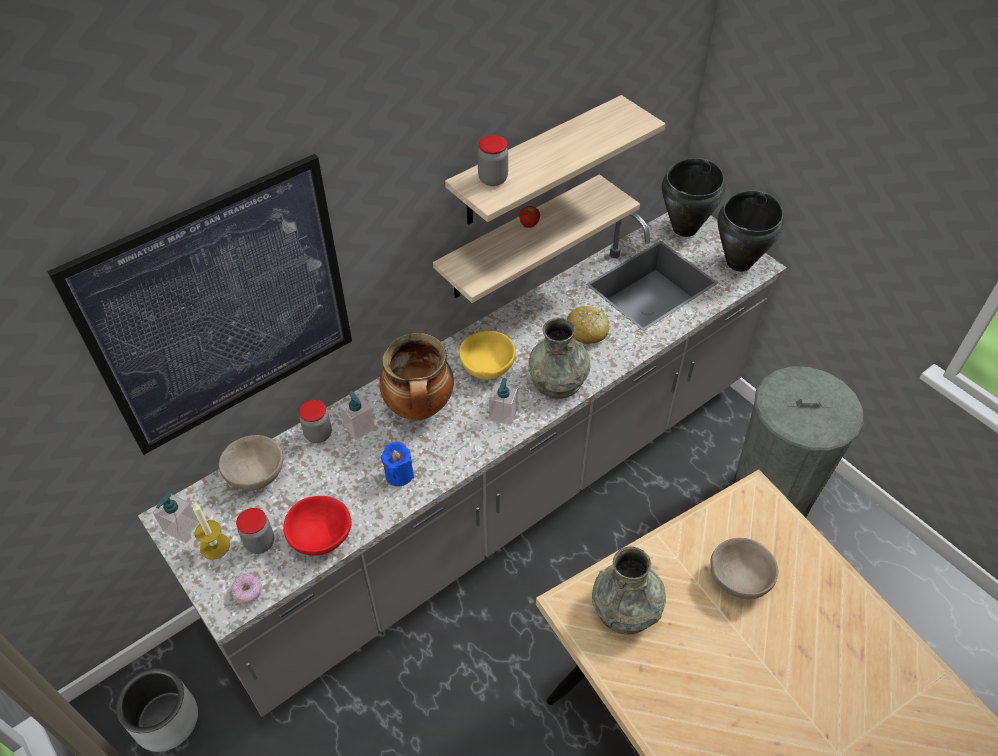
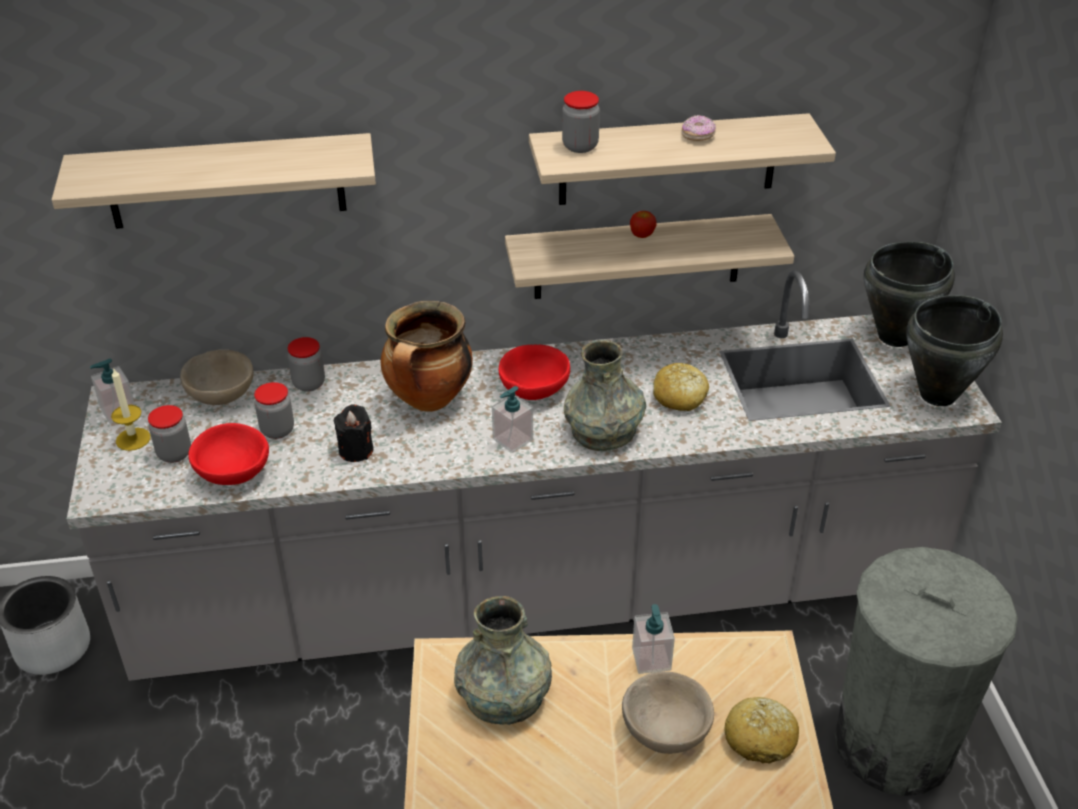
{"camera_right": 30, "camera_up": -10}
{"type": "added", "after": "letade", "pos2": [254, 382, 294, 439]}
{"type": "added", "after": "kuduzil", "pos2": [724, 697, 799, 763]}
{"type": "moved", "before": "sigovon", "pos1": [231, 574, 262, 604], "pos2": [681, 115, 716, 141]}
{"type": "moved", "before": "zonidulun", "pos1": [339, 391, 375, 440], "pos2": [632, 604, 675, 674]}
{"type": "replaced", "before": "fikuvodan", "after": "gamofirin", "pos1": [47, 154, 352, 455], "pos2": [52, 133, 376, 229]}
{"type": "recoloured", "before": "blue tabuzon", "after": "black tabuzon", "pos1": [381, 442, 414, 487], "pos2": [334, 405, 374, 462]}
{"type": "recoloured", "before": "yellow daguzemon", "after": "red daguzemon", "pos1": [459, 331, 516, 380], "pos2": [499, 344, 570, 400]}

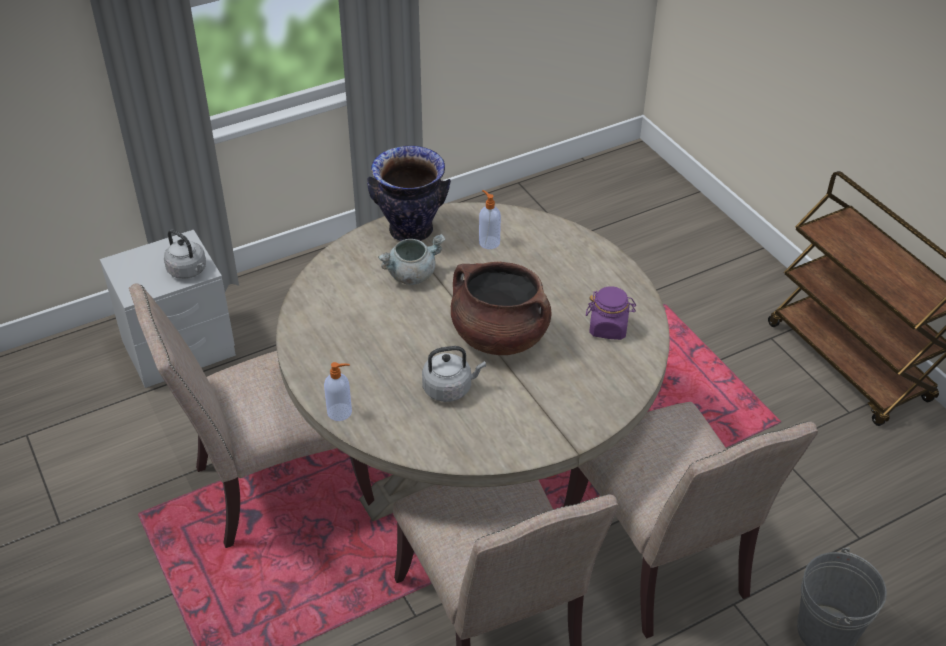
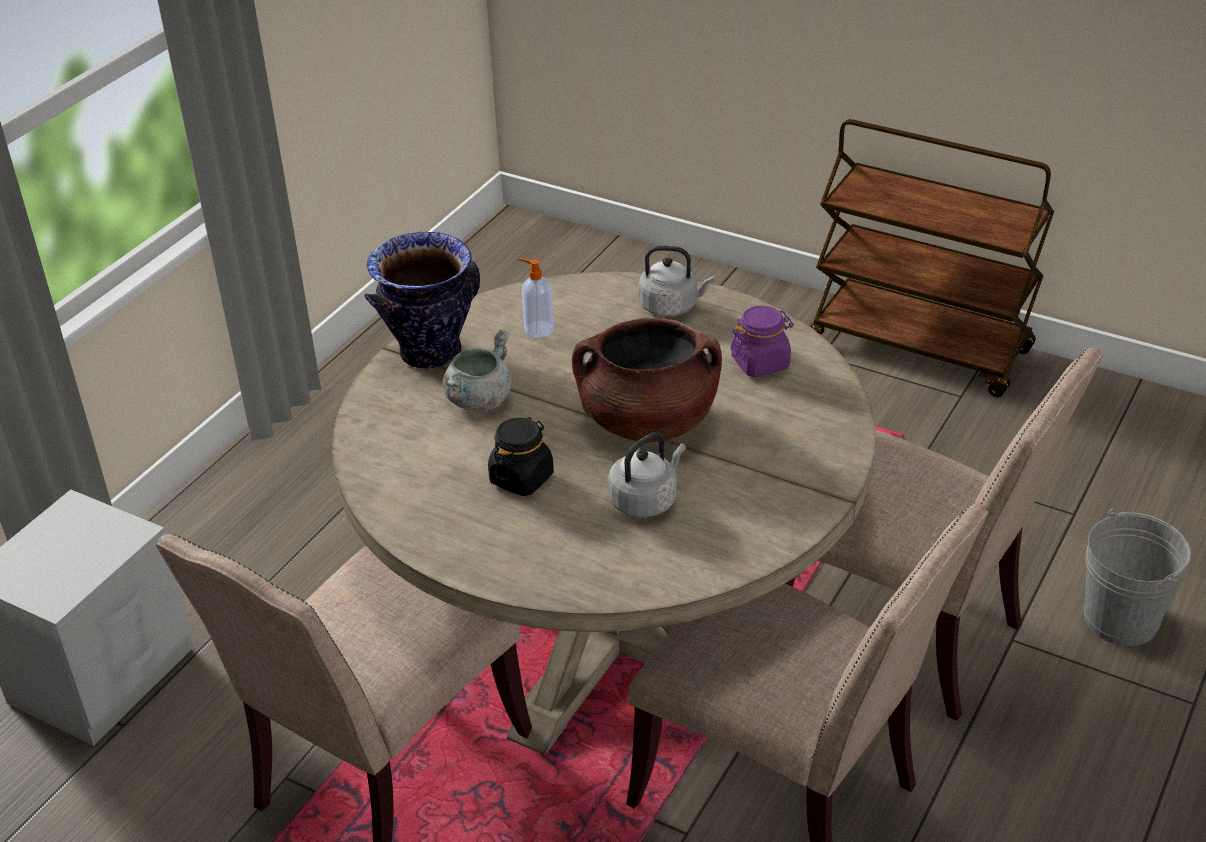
{"camera_right": -30, "camera_up": -5}
{"type": "removed", "before": "zonidulun", "pos1": [324, 362, 352, 421]}
{"type": "added", "after": "black letade", "pos2": [488, 417, 554, 496]}
{"type": "moved", "before": "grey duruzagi", "pos1": [164, 229, 206, 279], "pos2": [638, 246, 714, 317]}

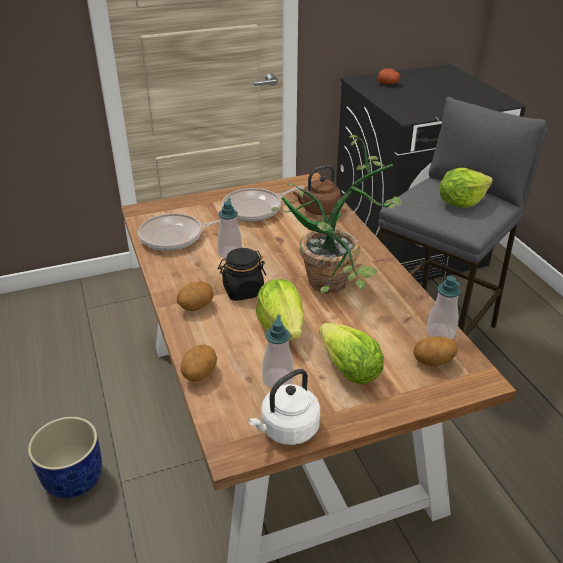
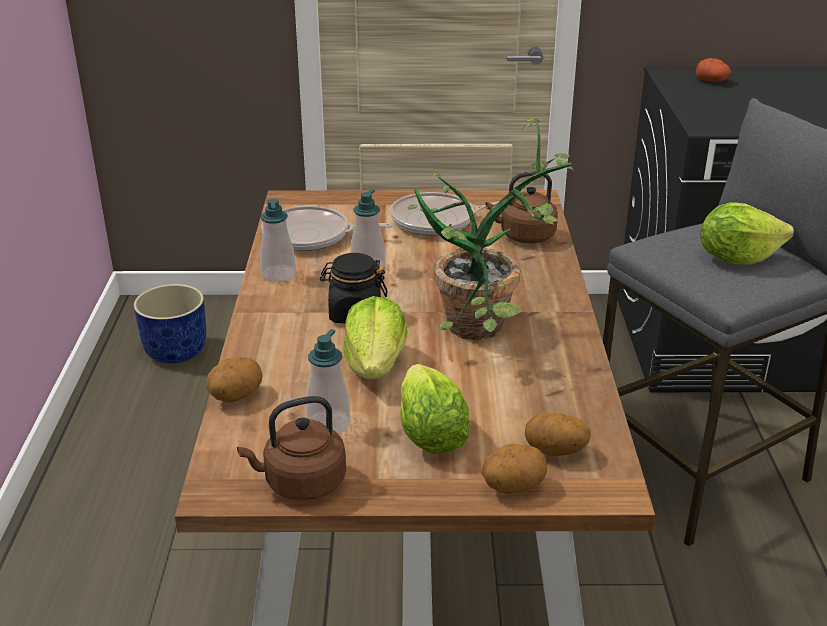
{"camera_right": 20, "camera_up": -5}
{"type": "moved", "before": "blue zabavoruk", "pos1": [28, 417, 102, 499], "pos2": [134, 284, 206, 364]}
{"type": "moved", "before": "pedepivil", "pos1": [177, 282, 214, 311], "pos2": [481, 444, 547, 494]}
{"type": "moved", "before": "zonidulun", "pos1": [427, 276, 461, 339], "pos2": [260, 199, 296, 282]}
{"type": "recoloured", "before": "white duruzagi", "after": "brown duruzagi", "pos1": [248, 369, 320, 445], "pos2": [237, 396, 346, 500]}

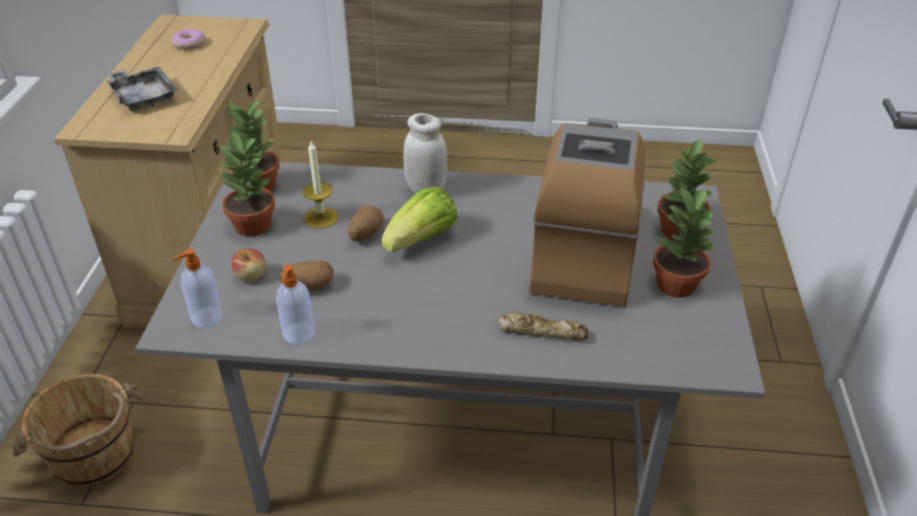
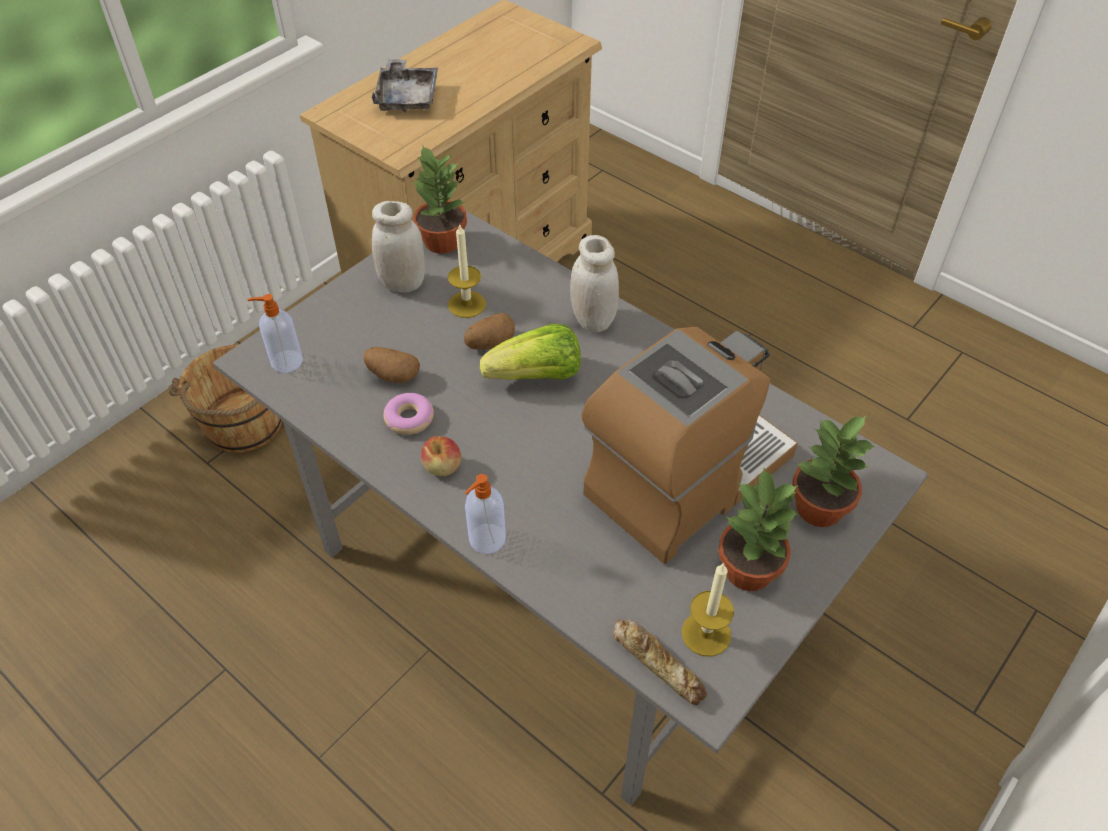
{"camera_right": 35, "camera_up": 10}
{"type": "added", "after": "tabuzon", "pos2": [682, 563, 734, 657]}
{"type": "moved", "before": "sigovon", "pos1": [172, 29, 205, 50], "pos2": [384, 393, 434, 435]}
{"type": "moved", "before": "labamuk", "pos1": [231, 248, 266, 282], "pos2": [421, 436, 461, 476]}
{"type": "moved", "before": "zonidulun", "pos1": [276, 264, 315, 345], "pos2": [465, 474, 506, 554]}
{"type": "moved", "before": "kuduzil", "pos1": [498, 312, 589, 340], "pos2": [613, 619, 707, 705]}
{"type": "replaced", "before": "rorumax", "after": "white letade", "pos1": [217, 130, 275, 237], "pos2": [372, 201, 425, 293]}

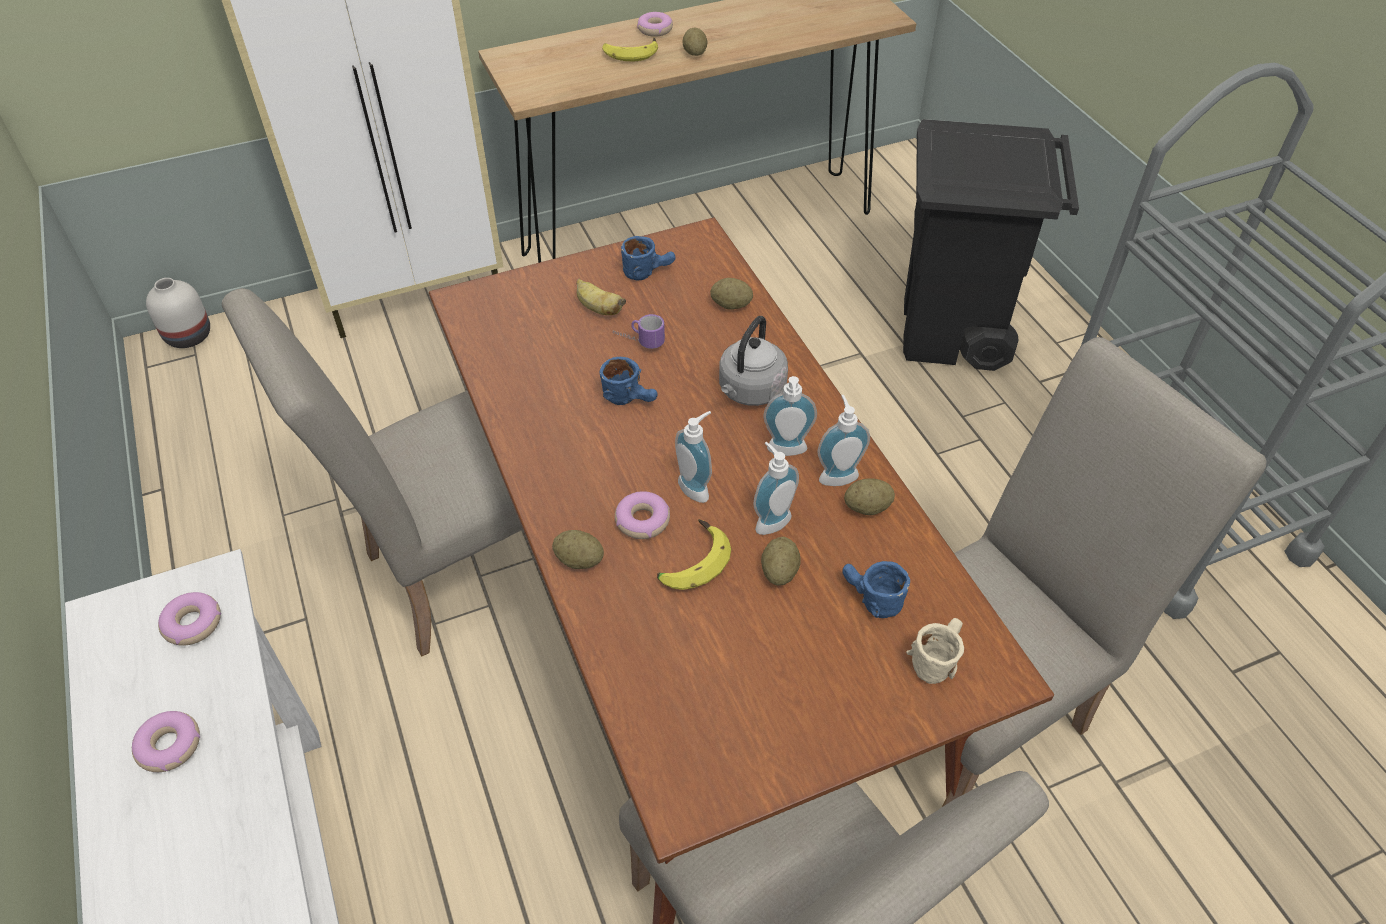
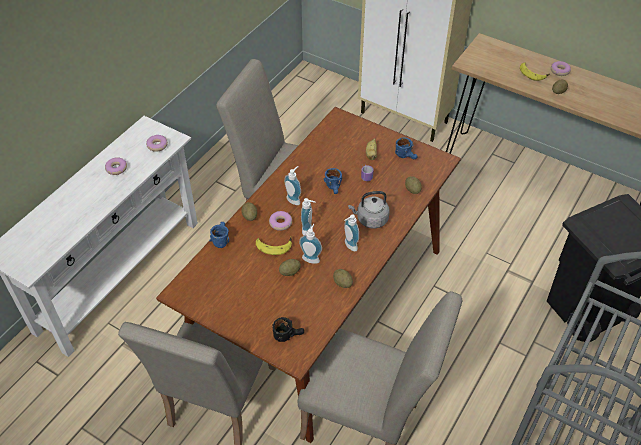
{"camera_right": 55, "camera_up": 0}
{"type": "removed", "before": "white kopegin", "pos1": [146, 278, 210, 348]}
{"type": "moved", "before": "zonidulun", "pos1": [817, 395, 870, 486], "pos2": [284, 166, 301, 205]}
{"type": "moved", "before": "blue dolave", "pos1": [843, 561, 910, 618], "pos2": [209, 222, 229, 248]}
{"type": "recoloured", "before": "beige dolave", "after": "black dolave", "pos1": [906, 618, 964, 684], "pos2": [272, 317, 304, 342]}

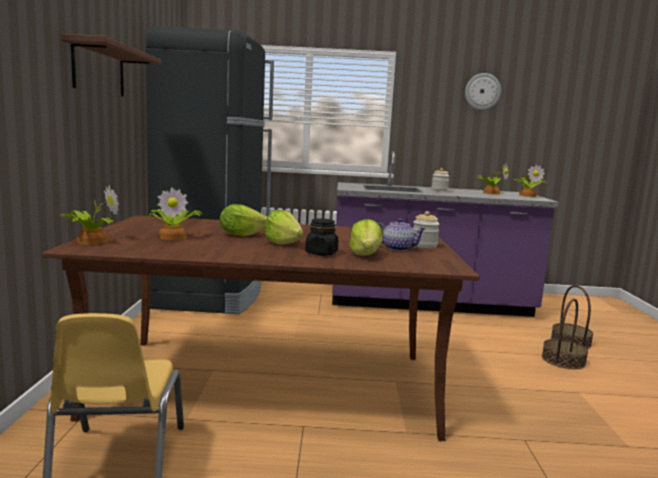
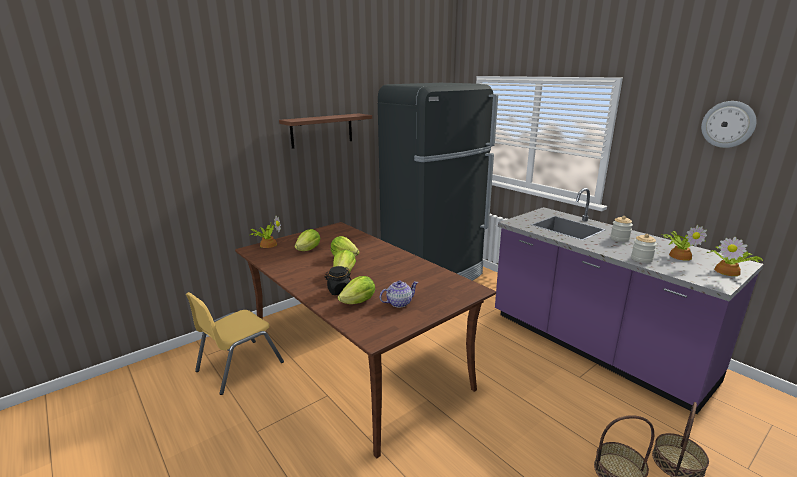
{"camera_right": 50, "camera_up": 10}
{"type": "moved", "before": "letade", "pos1": [413, 211, 439, 248], "pos2": [631, 234, 657, 263]}
{"type": "replaced", "before": "rorumax", "after": "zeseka", "pos1": [145, 187, 202, 240], "pos2": [294, 229, 320, 251]}
{"type": "turned", "before": "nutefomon", "pos1": [378, 218, 427, 251], "pos2": [380, 280, 418, 308], "turn": -90}

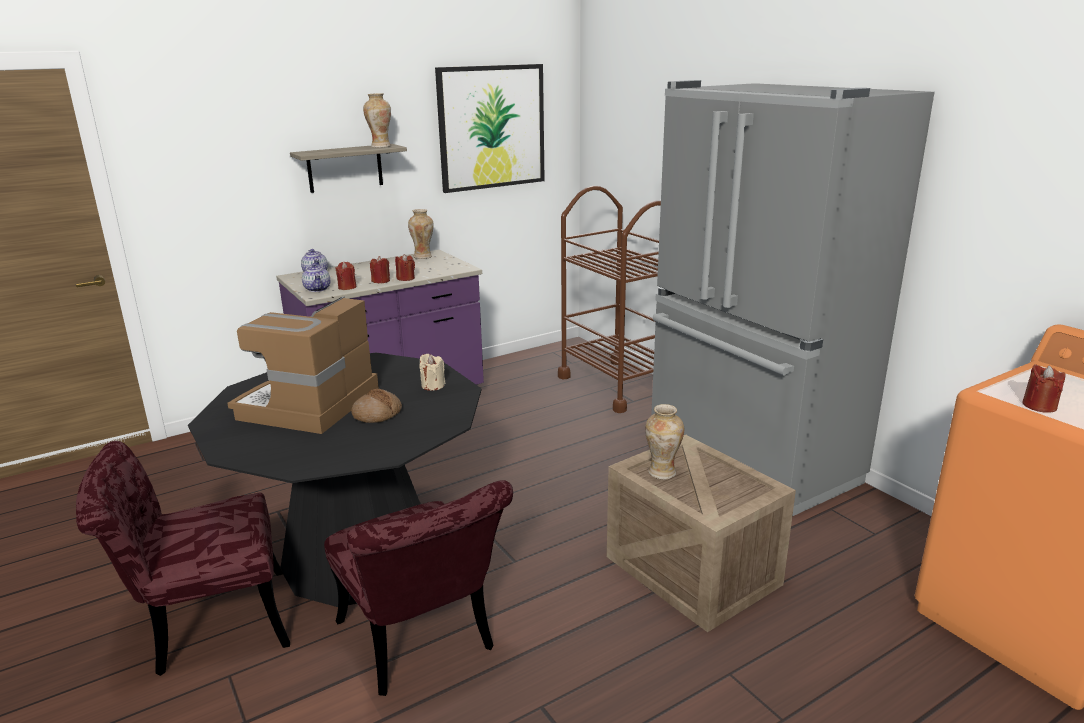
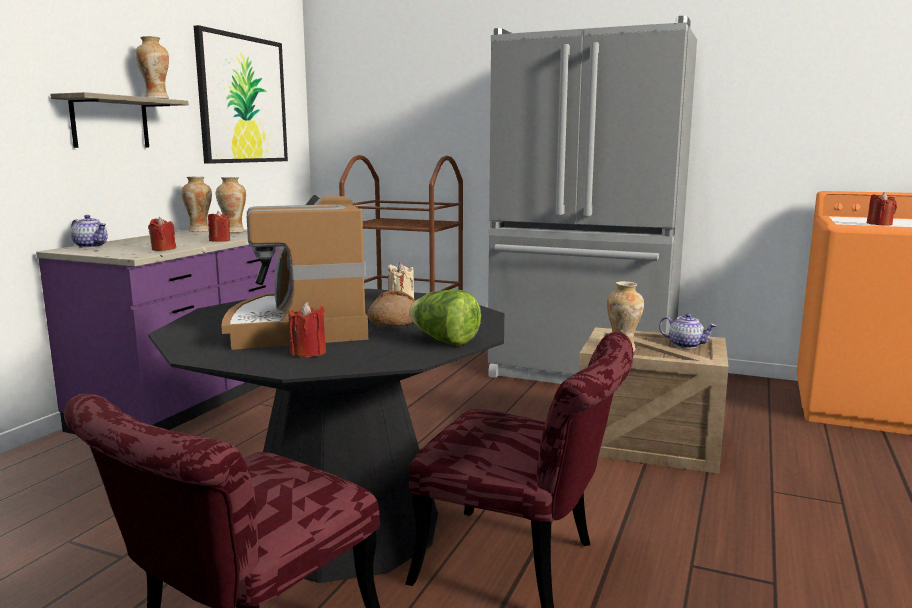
{"camera_right": -35, "camera_up": -10}
{"type": "added", "after": "kopegin", "pos2": [216, 177, 246, 233]}
{"type": "added", "after": "zeseka", "pos2": [409, 289, 481, 346]}
{"type": "moved", "before": "nutefomon", "pos1": [302, 263, 330, 292], "pos2": [659, 313, 717, 349]}
{"type": "moved", "before": "red tabuzon", "pos1": [370, 256, 390, 283], "pos2": [288, 302, 326, 357]}

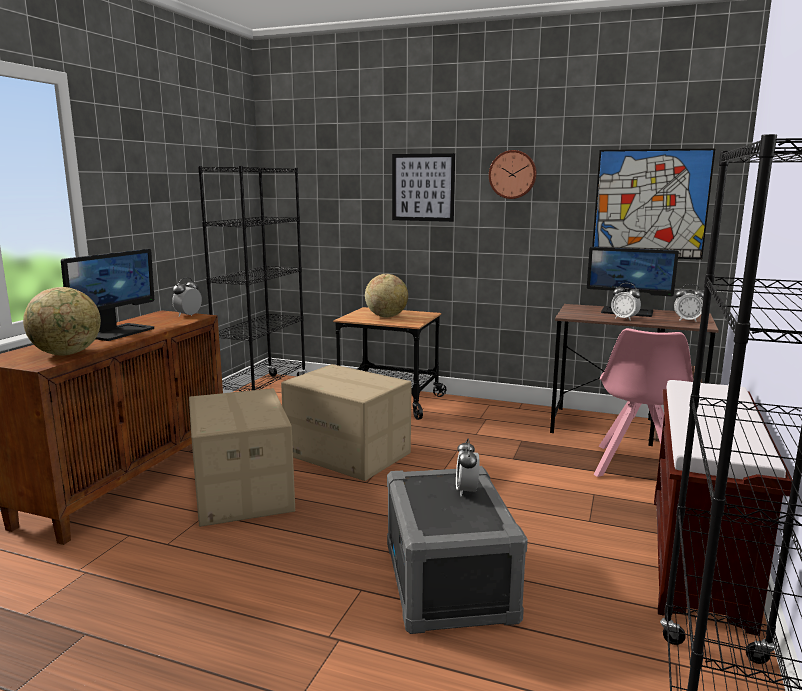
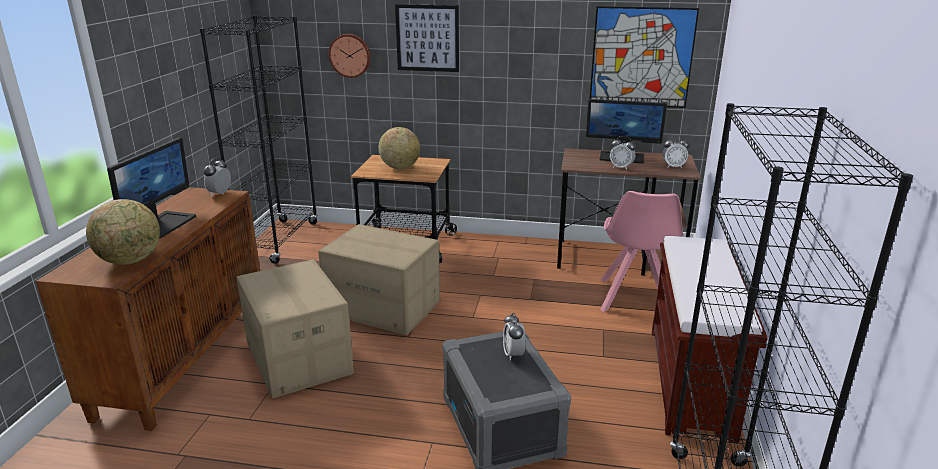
{"camera_right": -10, "camera_up": 10}
{"type": "moved", "before": "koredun", "pos1": [489, 150, 537, 199], "pos2": [329, 34, 371, 78]}

